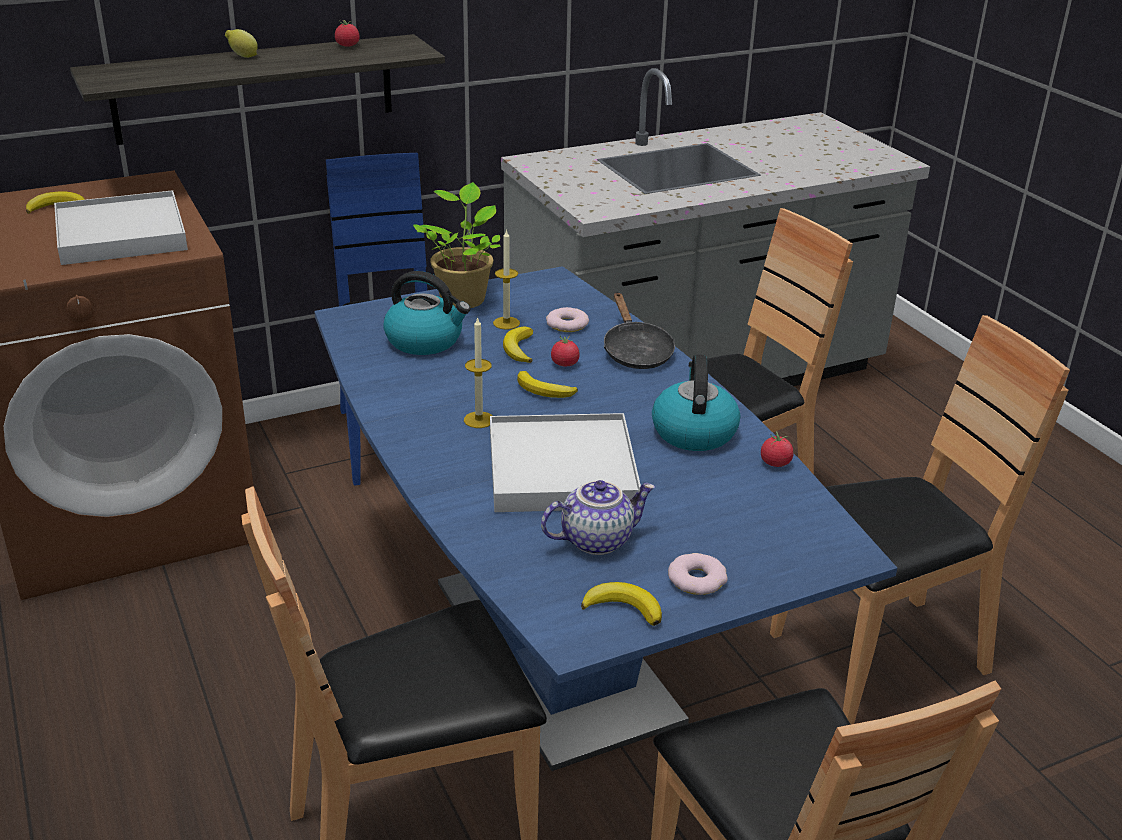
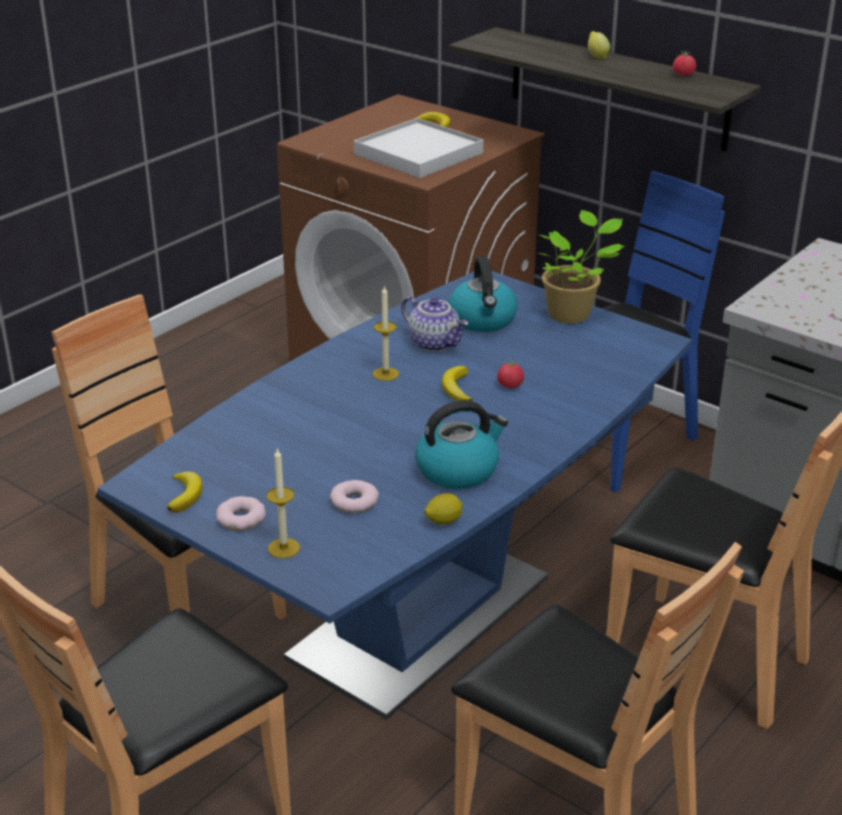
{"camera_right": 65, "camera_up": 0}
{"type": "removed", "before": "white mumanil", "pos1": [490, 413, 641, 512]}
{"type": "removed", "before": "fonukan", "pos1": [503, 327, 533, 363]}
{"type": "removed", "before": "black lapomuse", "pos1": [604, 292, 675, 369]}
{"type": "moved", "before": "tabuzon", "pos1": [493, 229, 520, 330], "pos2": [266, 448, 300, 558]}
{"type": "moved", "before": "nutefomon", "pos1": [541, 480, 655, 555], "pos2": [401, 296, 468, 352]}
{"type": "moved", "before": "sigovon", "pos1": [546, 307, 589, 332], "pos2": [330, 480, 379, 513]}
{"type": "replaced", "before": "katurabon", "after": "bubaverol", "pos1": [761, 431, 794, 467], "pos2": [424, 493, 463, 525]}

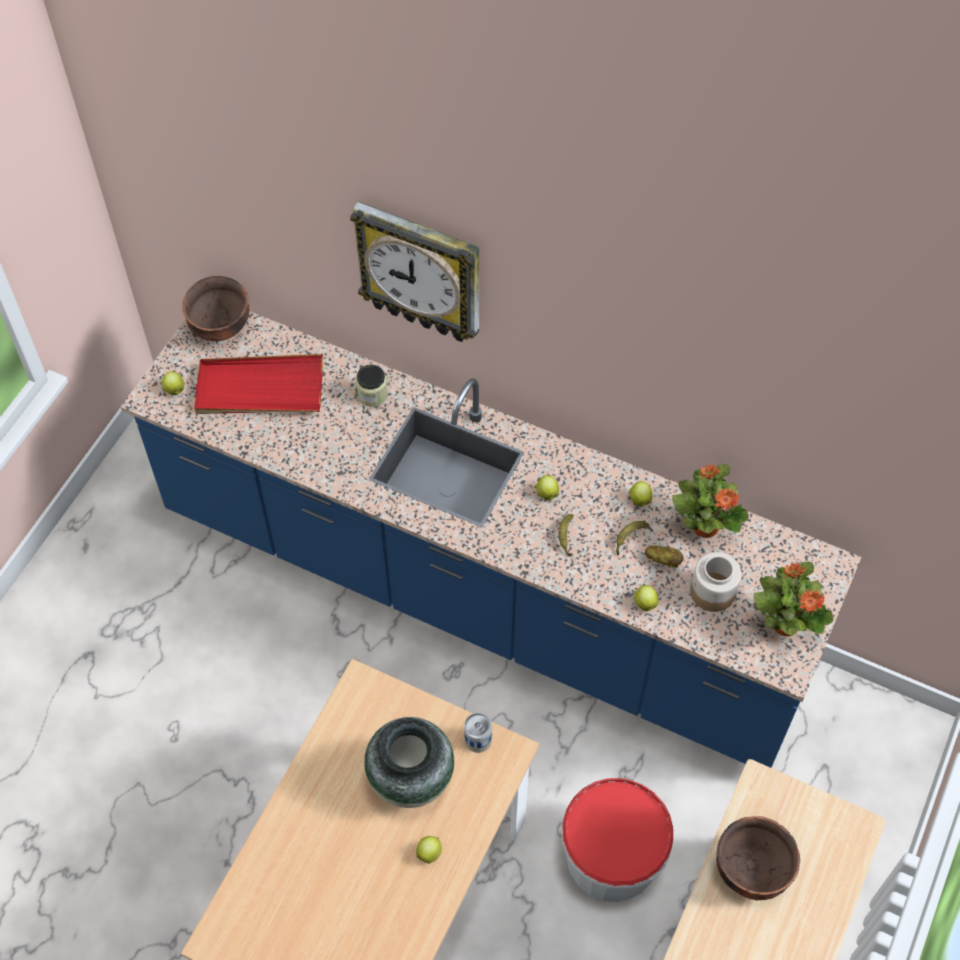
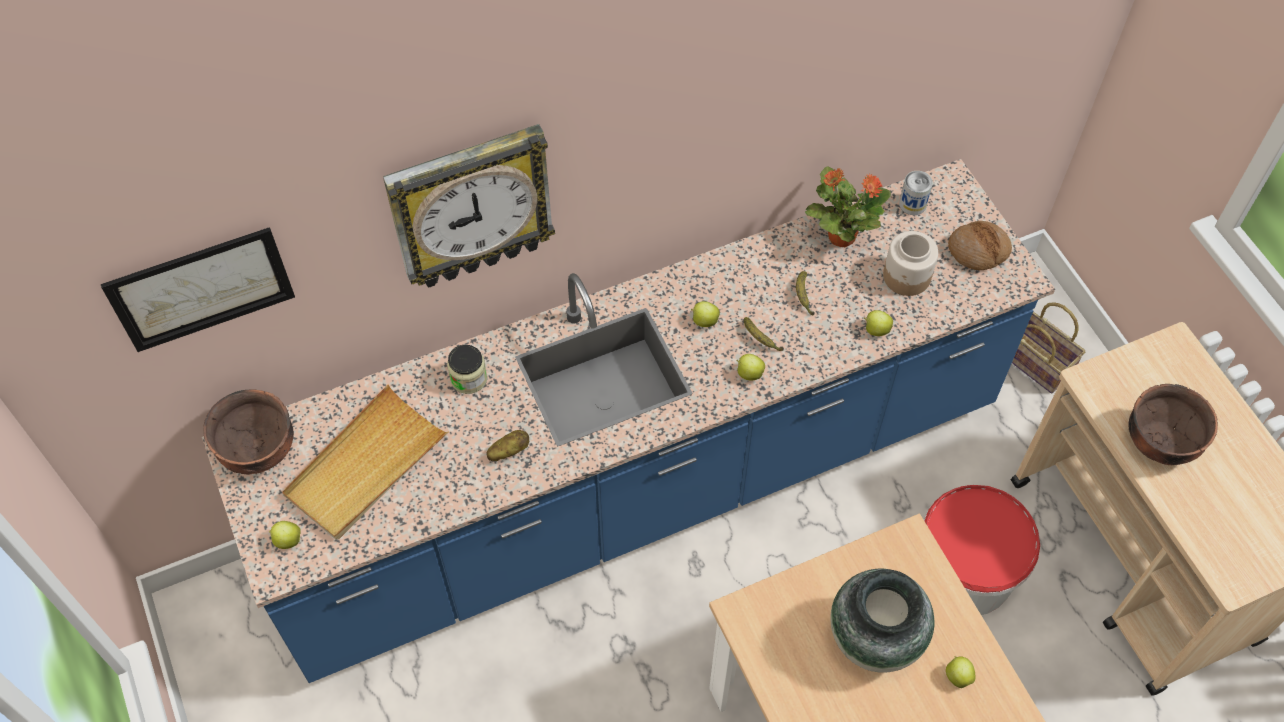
{"camera_right": -50, "camera_up": 0}
{"type": "added", "after": "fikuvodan", "pos2": [101, 227, 295, 352]}
{"type": "added", "after": "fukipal", "pos2": [1012, 302, 1085, 394]}
{"type": "moved", "before": "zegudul", "pos1": [464, 713, 492, 753], "pos2": [899, 171, 933, 215]}
{"type": "moved", "before": "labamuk", "pos1": [629, 481, 652, 506], "pos2": [737, 354, 765, 380]}
{"type": "moved", "before": "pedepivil", "pos1": [645, 546, 684, 568], "pos2": [486, 430, 529, 461]}
{"type": "replaced", "before": "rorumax", "after": "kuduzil", "pos1": [753, 561, 834, 636], "pos2": [948, 221, 1012, 270]}
{"type": "recoloured", "before": "red mumanil", "after": "beige mumanil", "pos1": [194, 354, 323, 414], "pos2": [282, 385, 448, 540]}

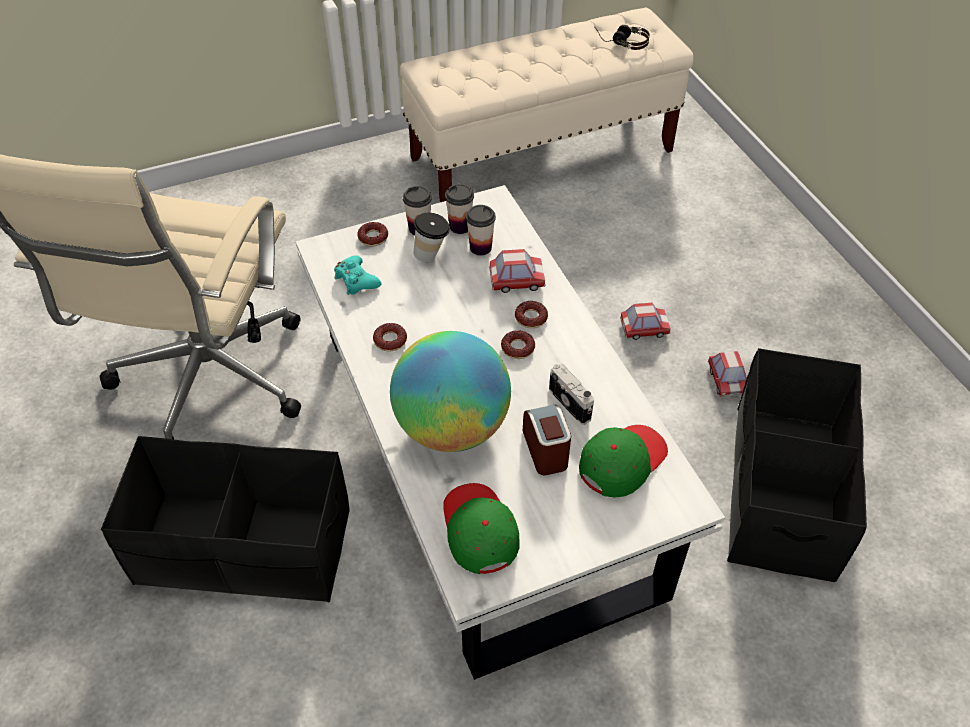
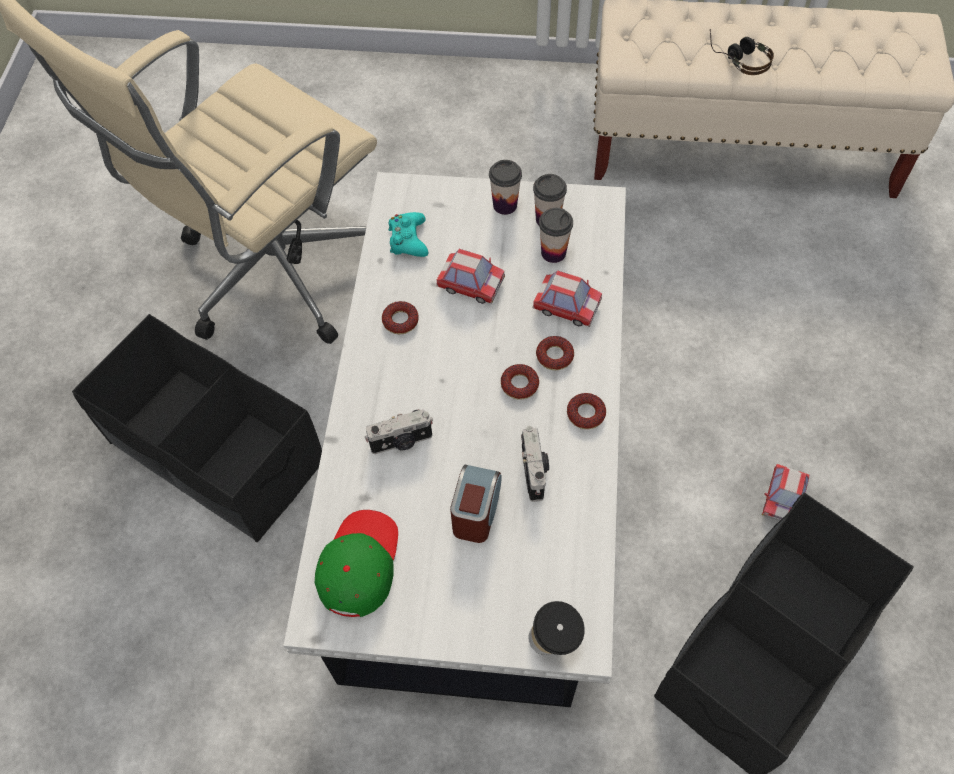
{"camera_right": 30, "camera_up": 10}
{"type": "removed", "before": "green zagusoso", "pos1": [579, 425, 668, 498]}
{"type": "moved", "before": "sigovon", "pos1": [357, 222, 388, 246], "pos2": [567, 393, 606, 429]}
{"type": "moved", "before": "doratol", "pos1": [414, 213, 450, 262], "pos2": [528, 601, 585, 655]}
{"type": "moved", "before": "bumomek", "pos1": [594, 25, 650, 50], "pos2": [710, 29, 774, 75]}
{"type": "moved", "before": "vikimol", "pos1": [620, 303, 671, 340], "pos2": [436, 249, 505, 304]}
{"type": "replaced", "before": "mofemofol", "after": "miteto", "pos1": [390, 331, 511, 452], "pos2": [365, 409, 433, 454]}

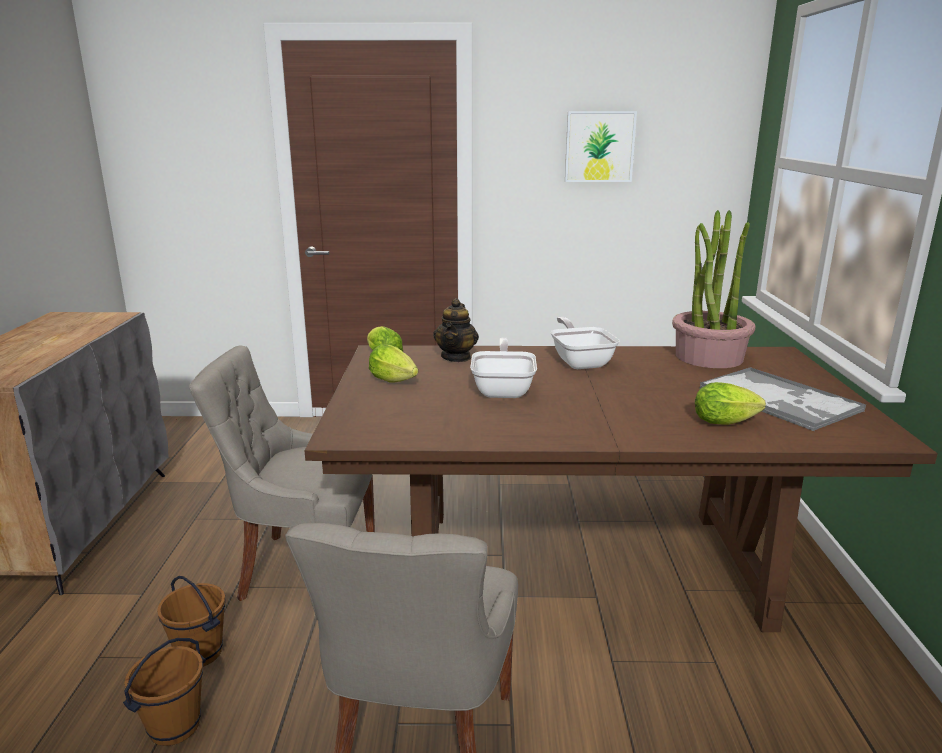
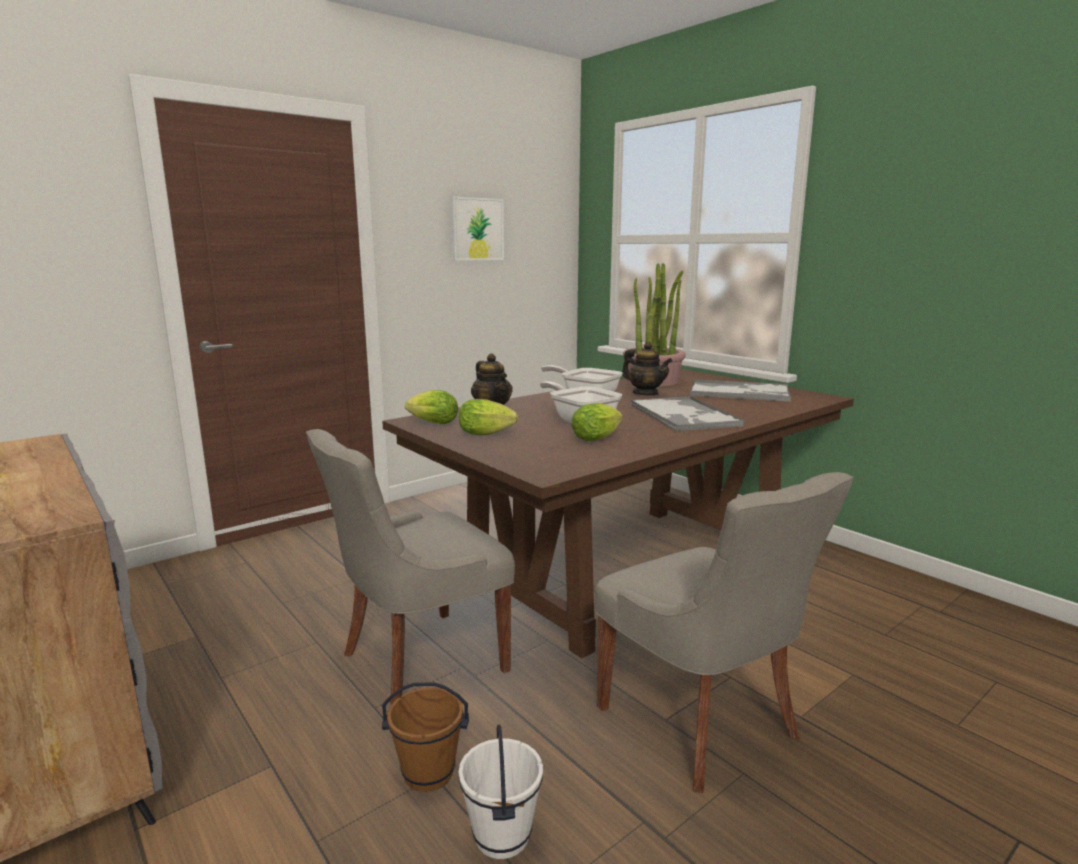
{"camera_right": -40, "camera_up": -5}
{"type": "added", "after": "nutefomon", "pos2": [622, 342, 673, 396]}
{"type": "added", "after": "mumanil", "pos2": [630, 396, 745, 431]}
{"type": "moved", "before": "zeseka", "pos1": [695, 382, 766, 425], "pos2": [571, 403, 623, 441]}
{"type": "recoloured", "before": "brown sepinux", "after": "white sepinux", "pos1": [123, 638, 206, 746], "pos2": [459, 724, 543, 859]}

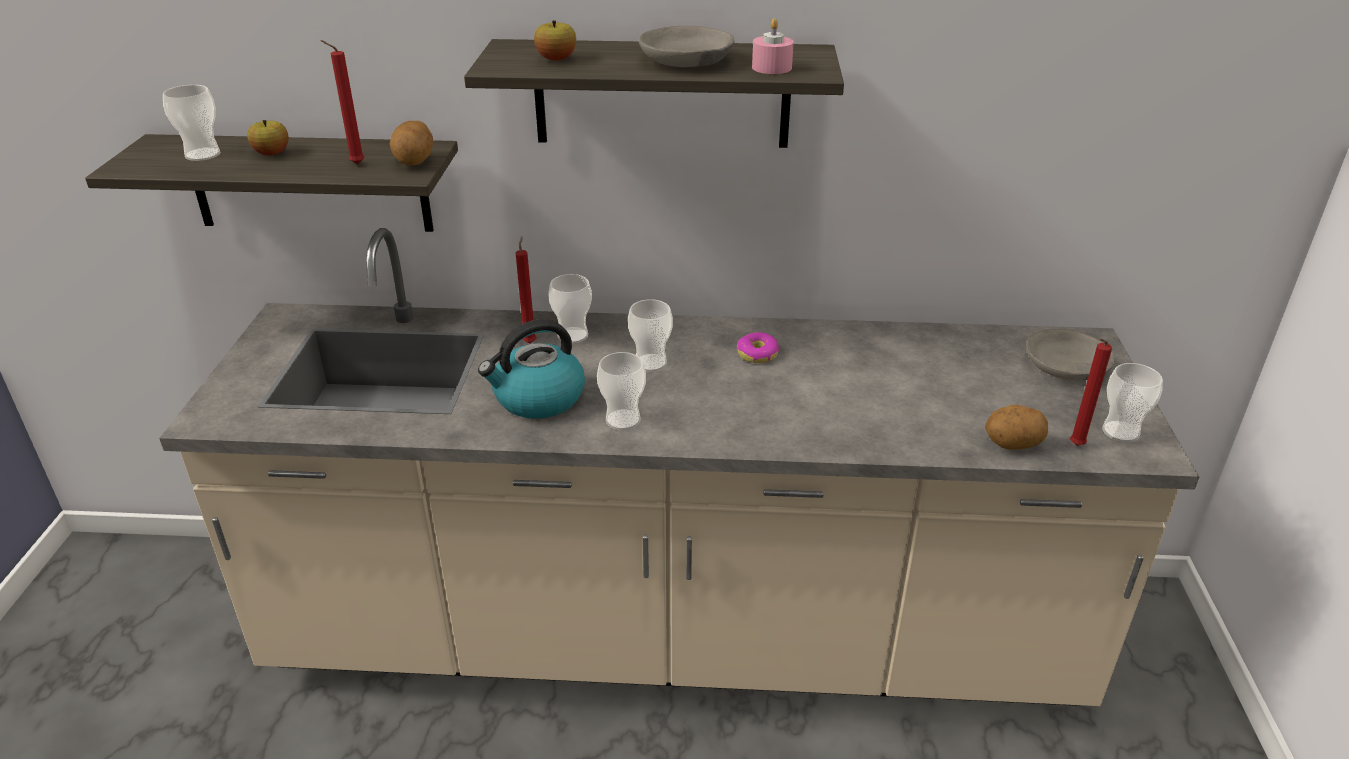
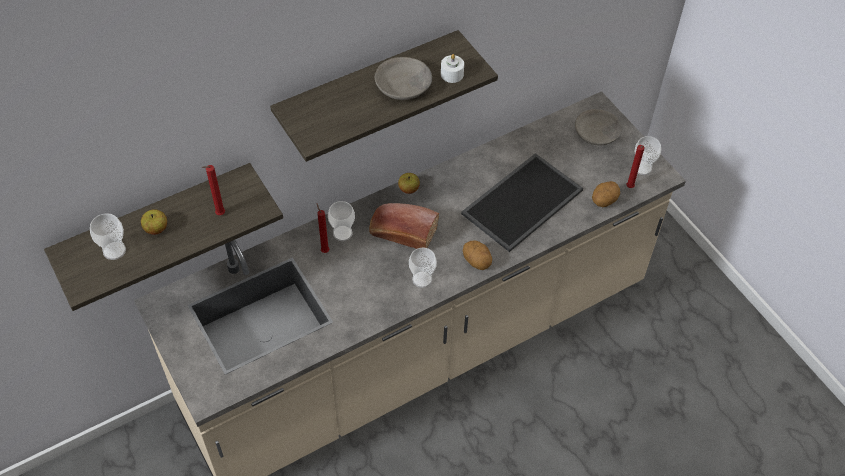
{"camera_right": -35, "camera_up": 20}
{"type": "removed", "before": "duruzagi", "pos1": [478, 319, 585, 419]}
{"type": "removed", "before": "sigovon", "pos1": [737, 332, 779, 363]}
{"type": "added", "after": "mumanil", "pos2": [461, 153, 583, 252]}
{"type": "moved", "before": "pedepivil", "pos1": [390, 121, 434, 165], "pos2": [463, 240, 492, 270]}
{"type": "moved", "before": "labamuk", "pos1": [534, 20, 576, 61], "pos2": [398, 173, 420, 194]}
{"type": "replaced", "before": "doratol", "after": "kuduzil", "pos1": [628, 299, 673, 372], "pos2": [369, 203, 439, 249]}
{"type": "recoloured", "before": "pink tabuzon", "after": "white tabuzon", "pos1": [752, 19, 794, 74], "pos2": [441, 54, 464, 83]}

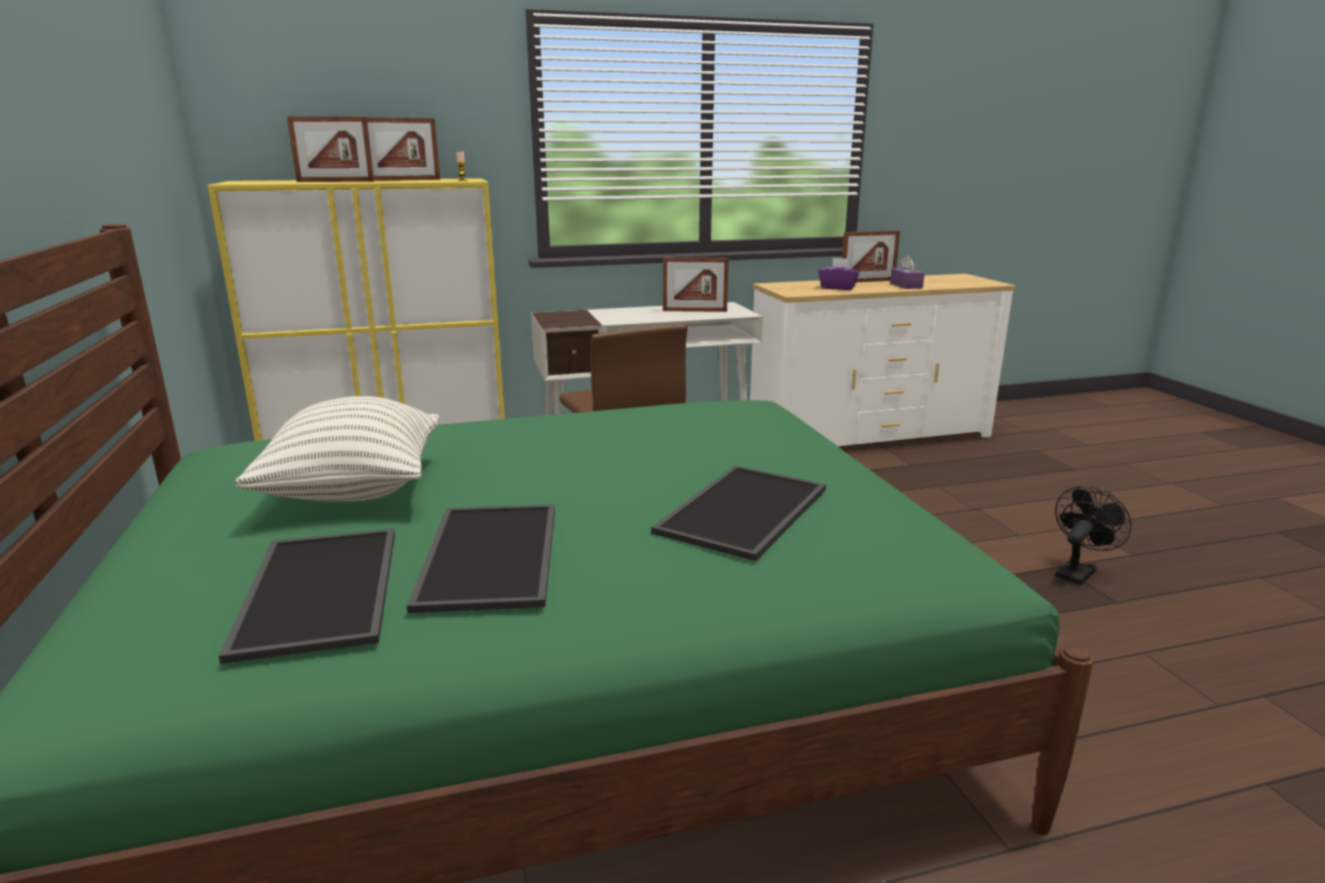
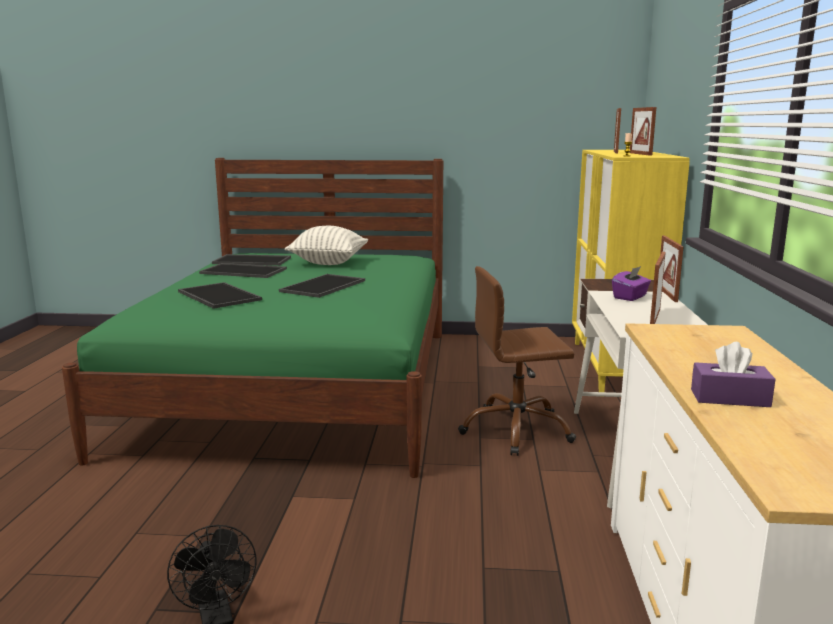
{"camera_right": 110, "camera_up": -5}
{"type": "added", "after": "mumanil", "pos2": [279, 274, 365, 298]}
{"type": "moved", "before": "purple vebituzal", "pos1": [819, 258, 859, 290], "pos2": [612, 266, 651, 301]}
{"type": "moved", "before": "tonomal", "pos1": [842, 230, 900, 282], "pos2": [660, 236, 684, 302]}

